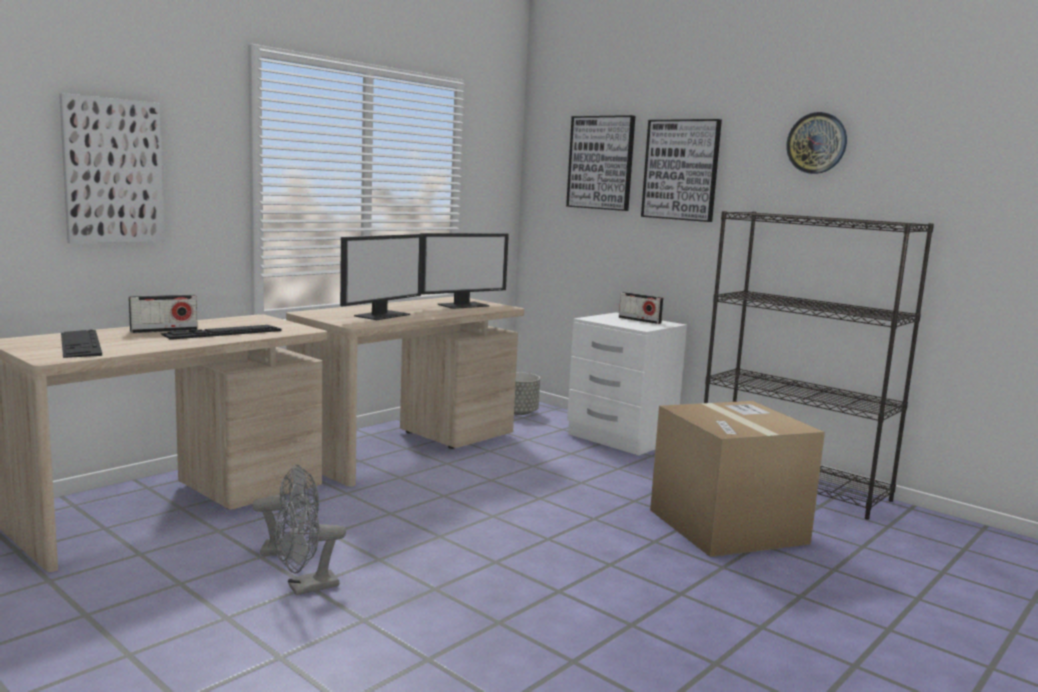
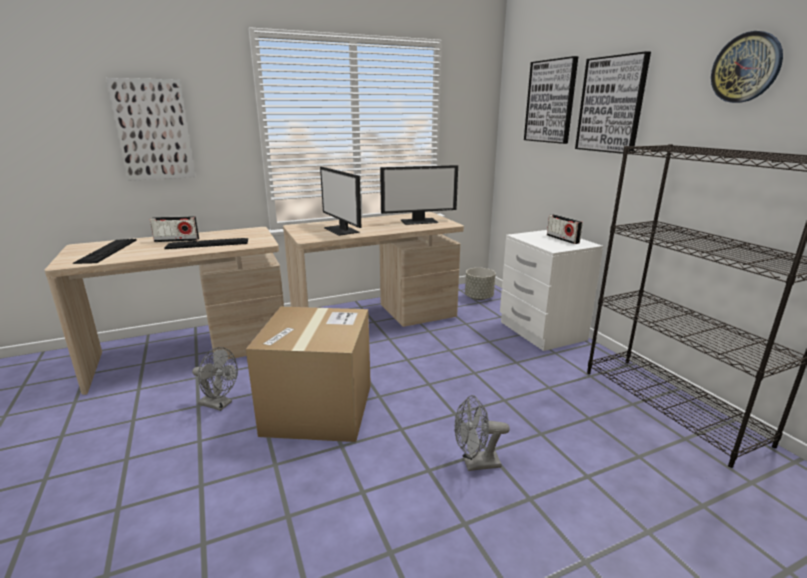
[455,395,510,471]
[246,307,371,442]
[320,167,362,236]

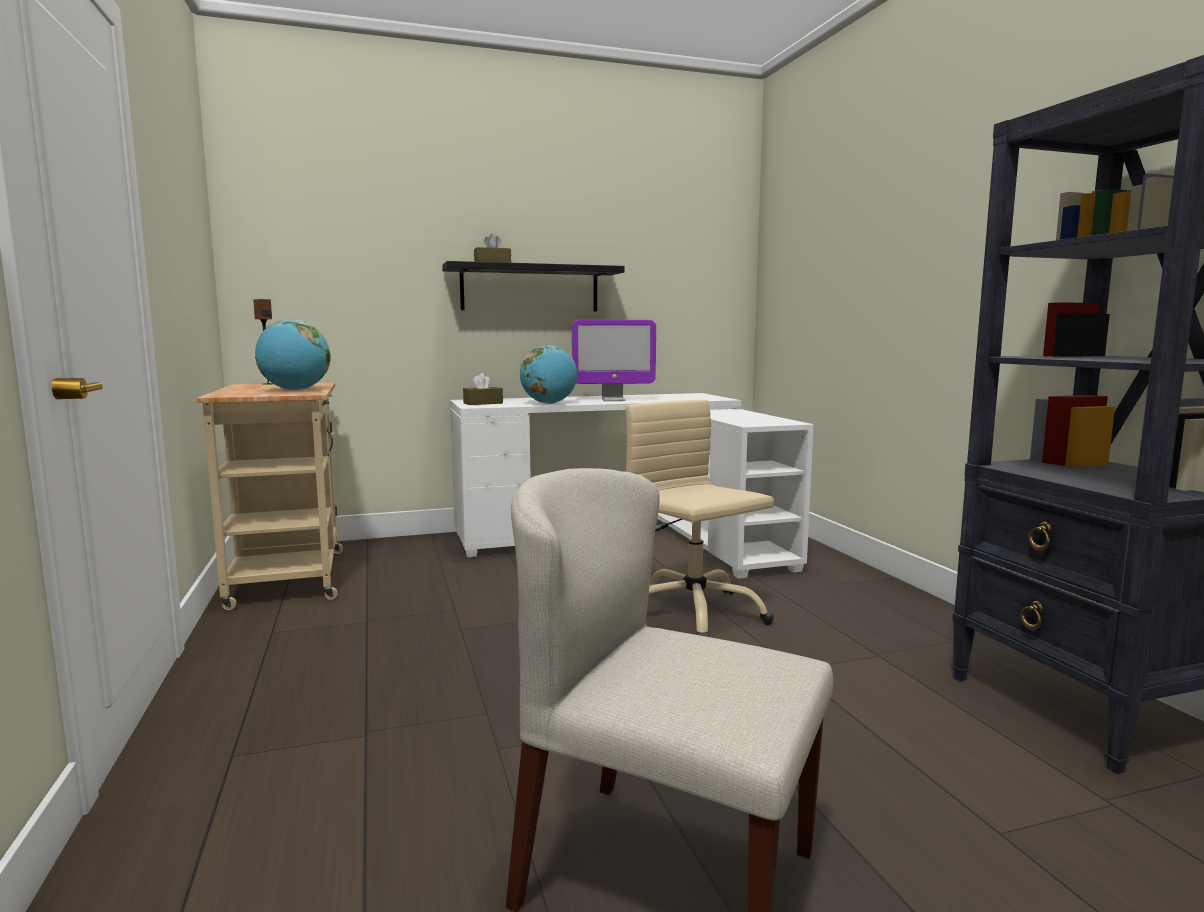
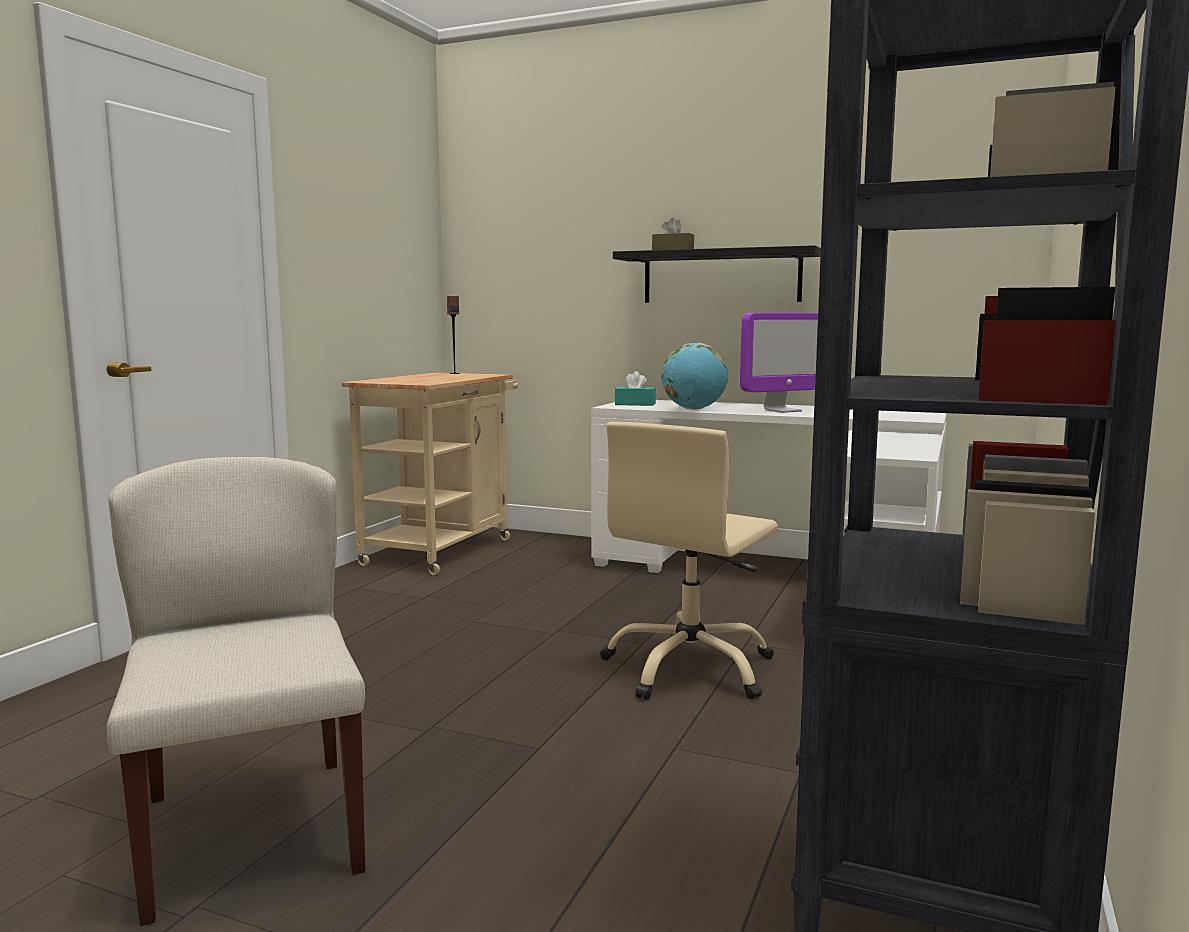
[255,320,331,391] (first image)
[615,371,656,406]
[740,313,818,413]
[600,422,778,700]

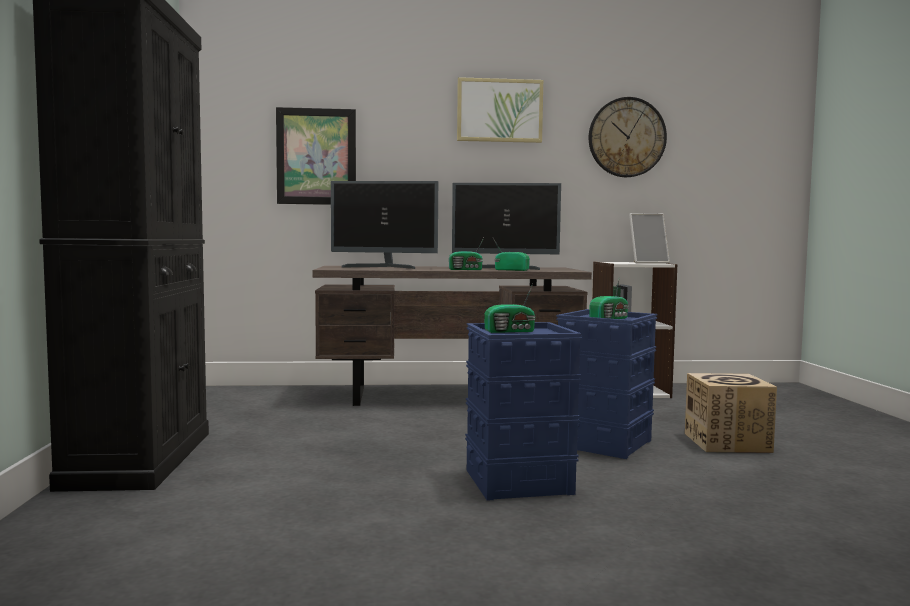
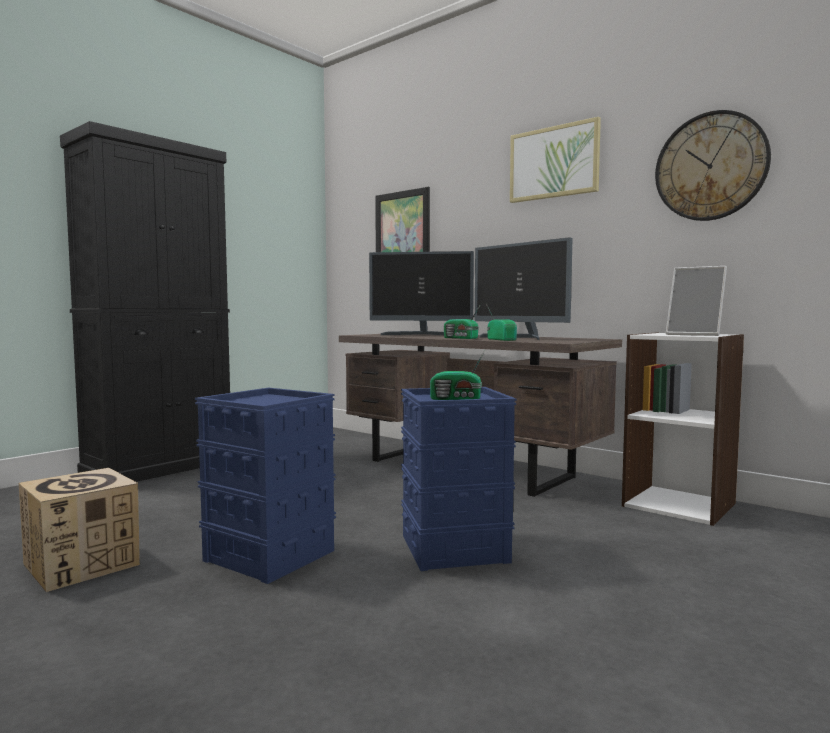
[484,284,536,333] (first image)
[19,468,140,592]
[369,251,474,335]

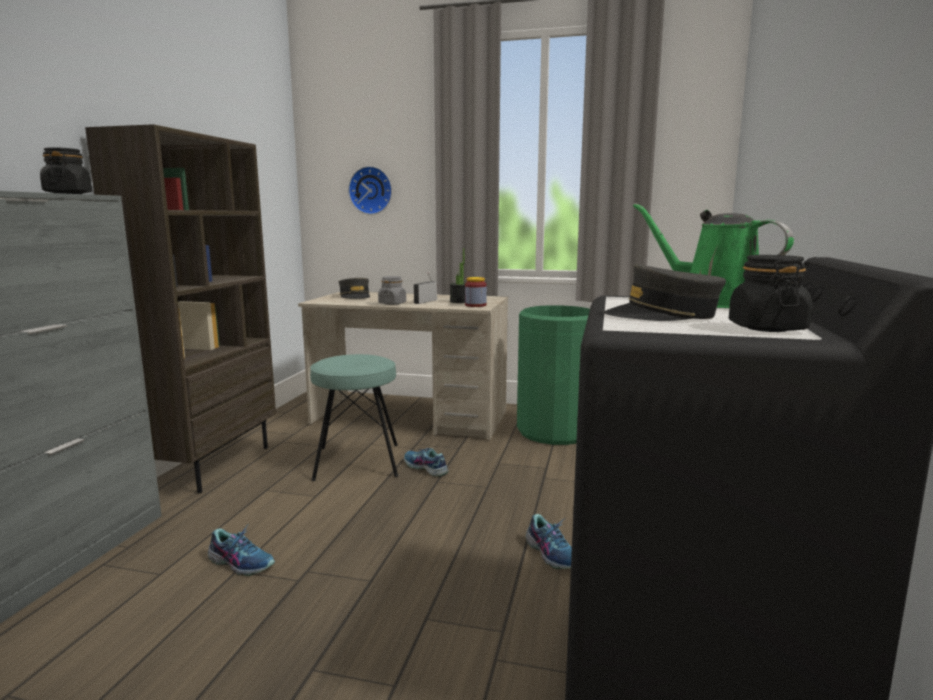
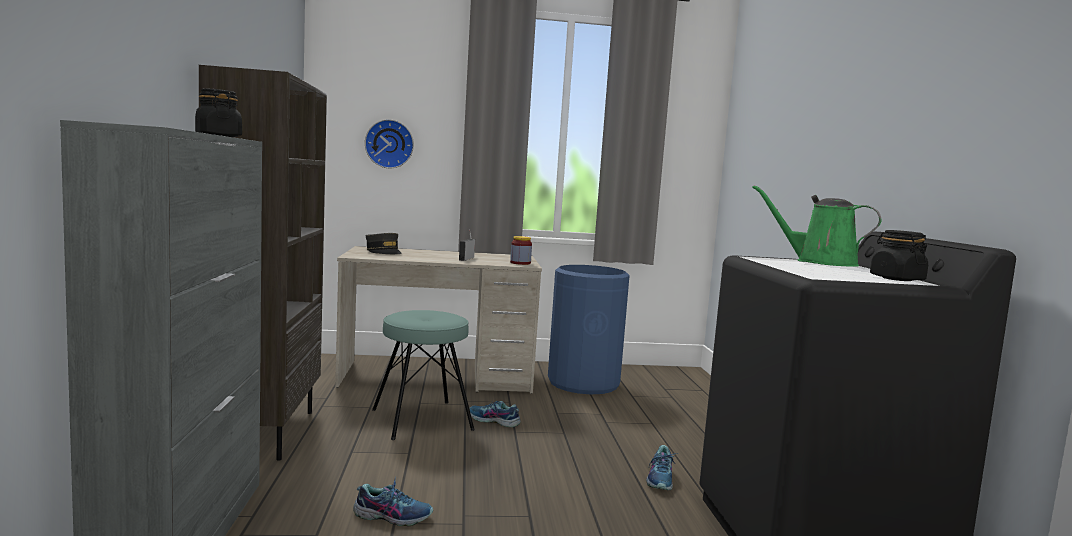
[378,276,406,305] (first image)
[450,248,465,303] (first image)
[603,264,726,321] (first image)
[548,265,630,394]
[646,445,676,490]

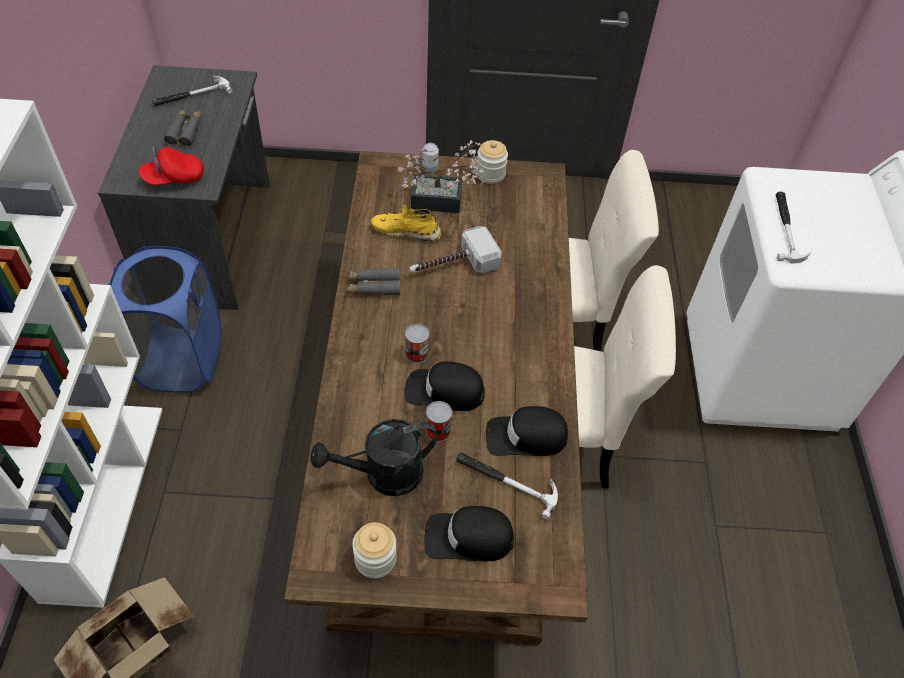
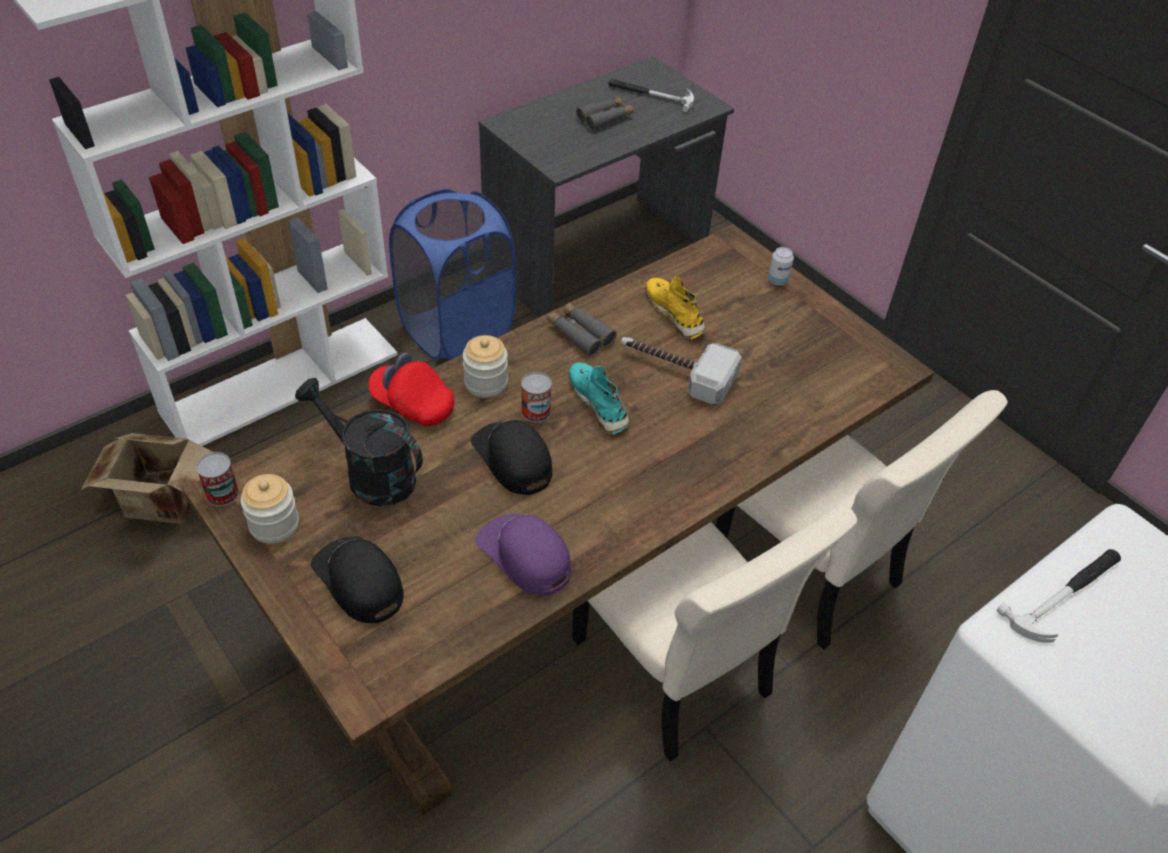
[398,140,485,213] (first image)
[456,452,558,519] (first image)
[569,363,629,435]
[368,352,454,426]
[196,452,239,506]
[463,335,508,398]
[475,514,571,595]

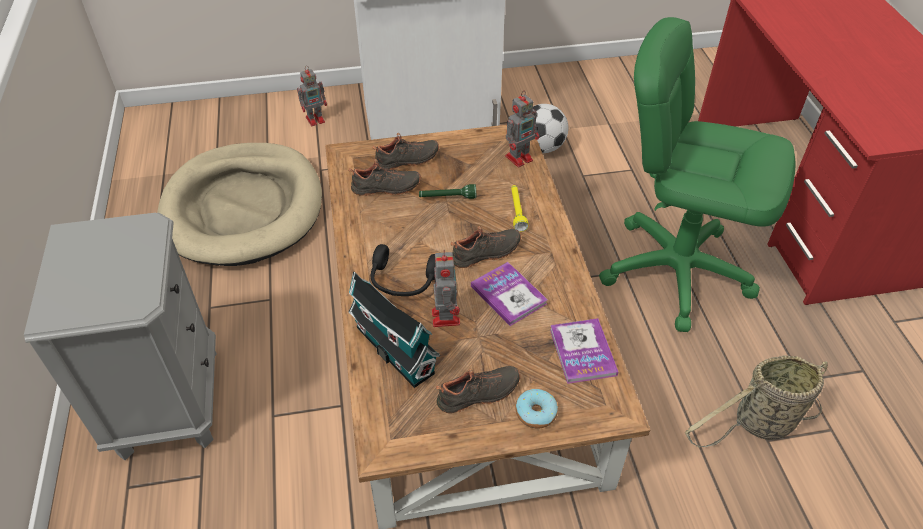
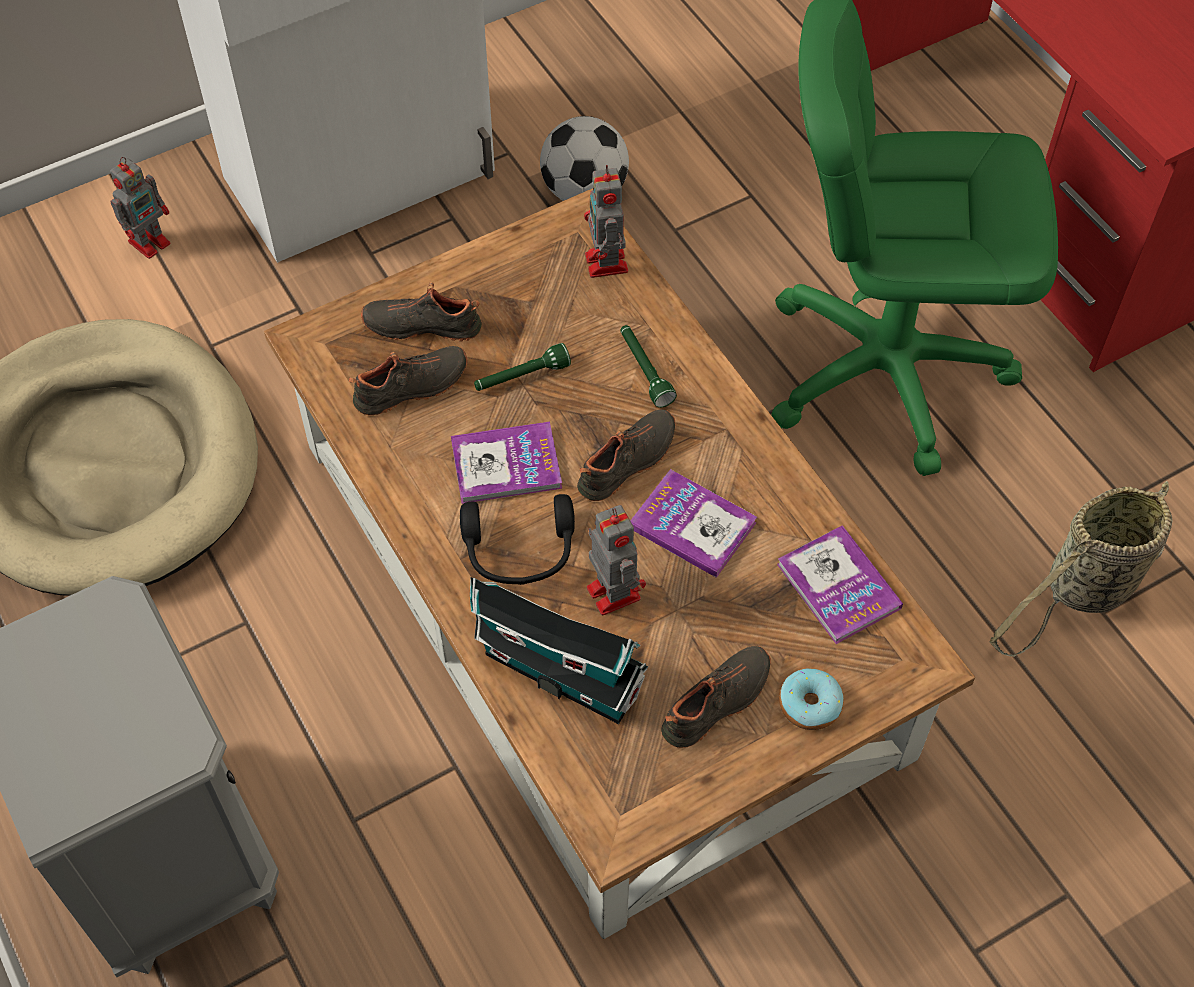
[451,422,562,504]
[620,325,677,408]
[361,282,482,342]
[584,165,628,278]

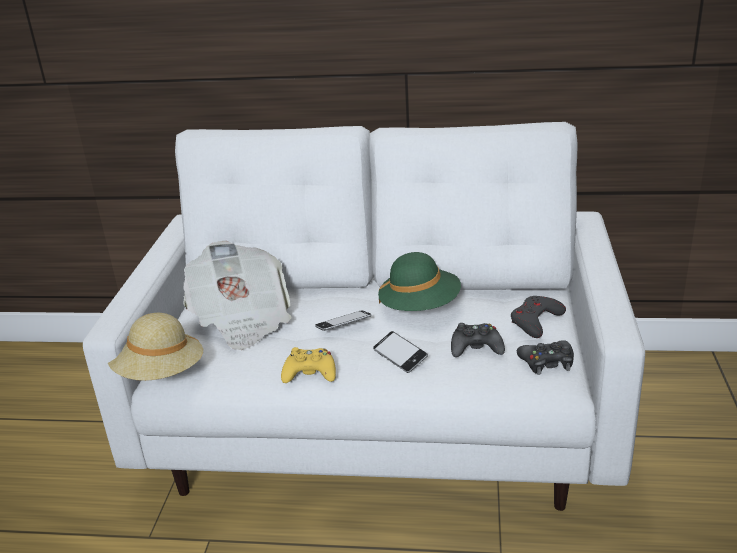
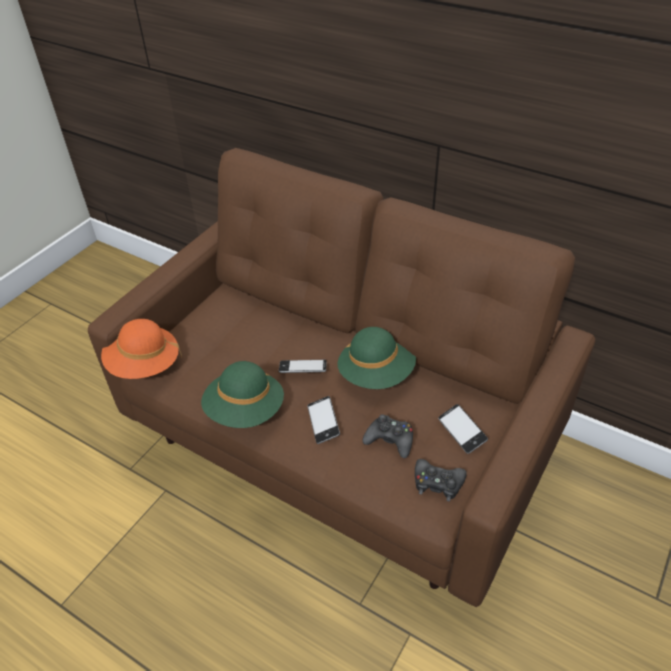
[183,241,291,350] (first image)
[201,361,284,428]
[438,404,488,454]
[88,148,595,607]
[101,319,182,379]

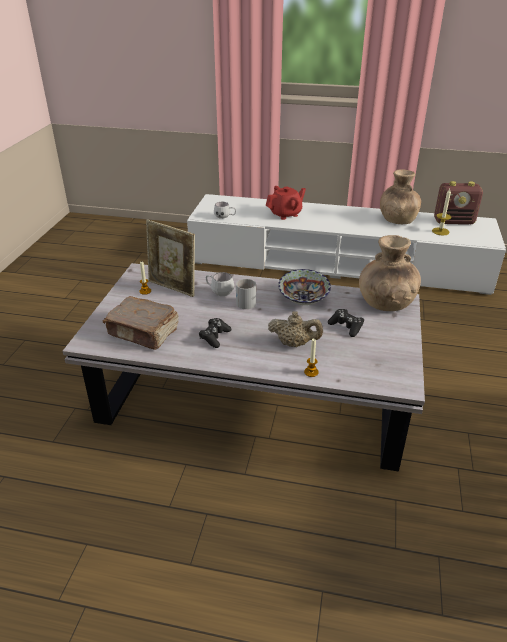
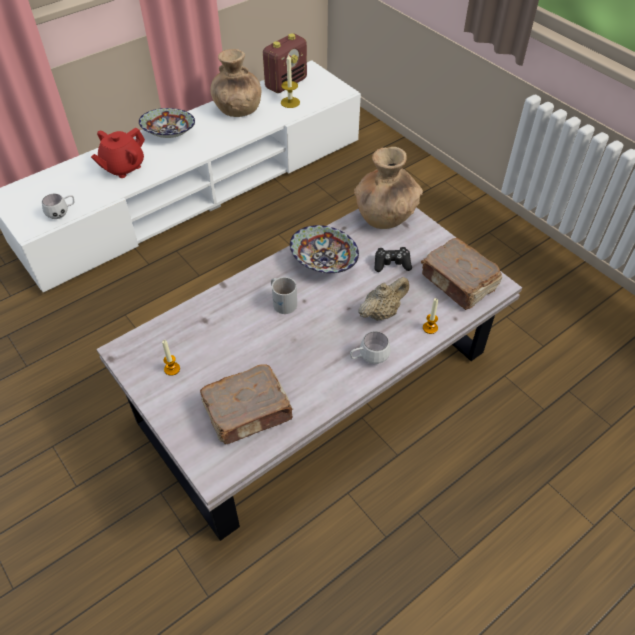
[146,220,195,297] (first image)
[199,318,231,348] (first image)
[139,108,195,138]
[421,238,502,310]
[350,331,391,364]
[91,127,145,178]

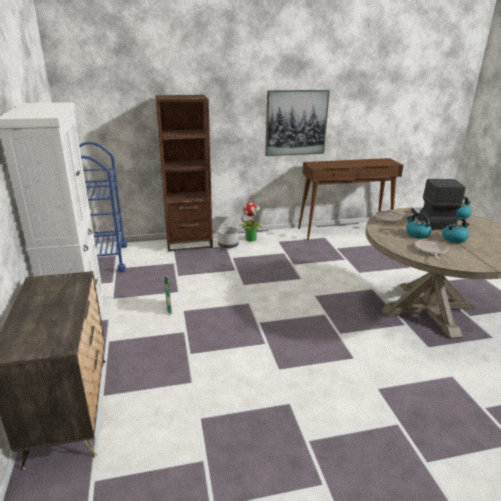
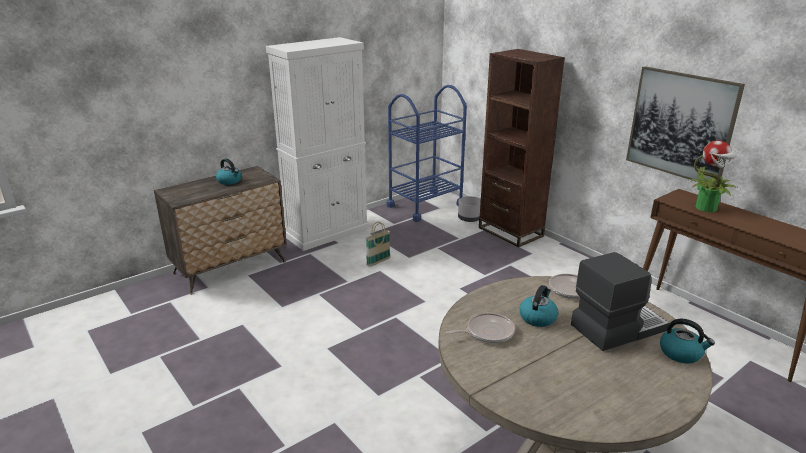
[458,196,481,222]
[688,140,737,212]
[216,158,242,185]

